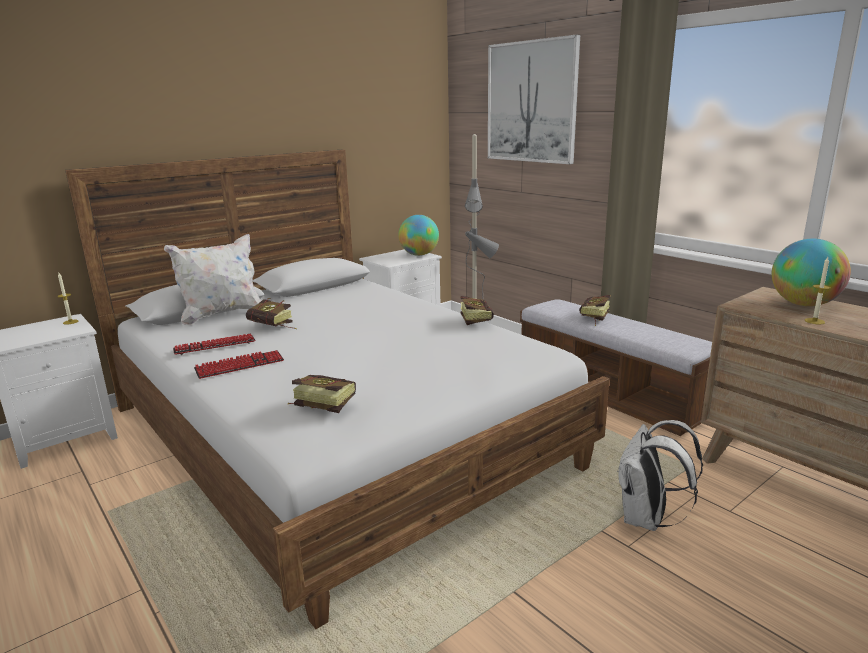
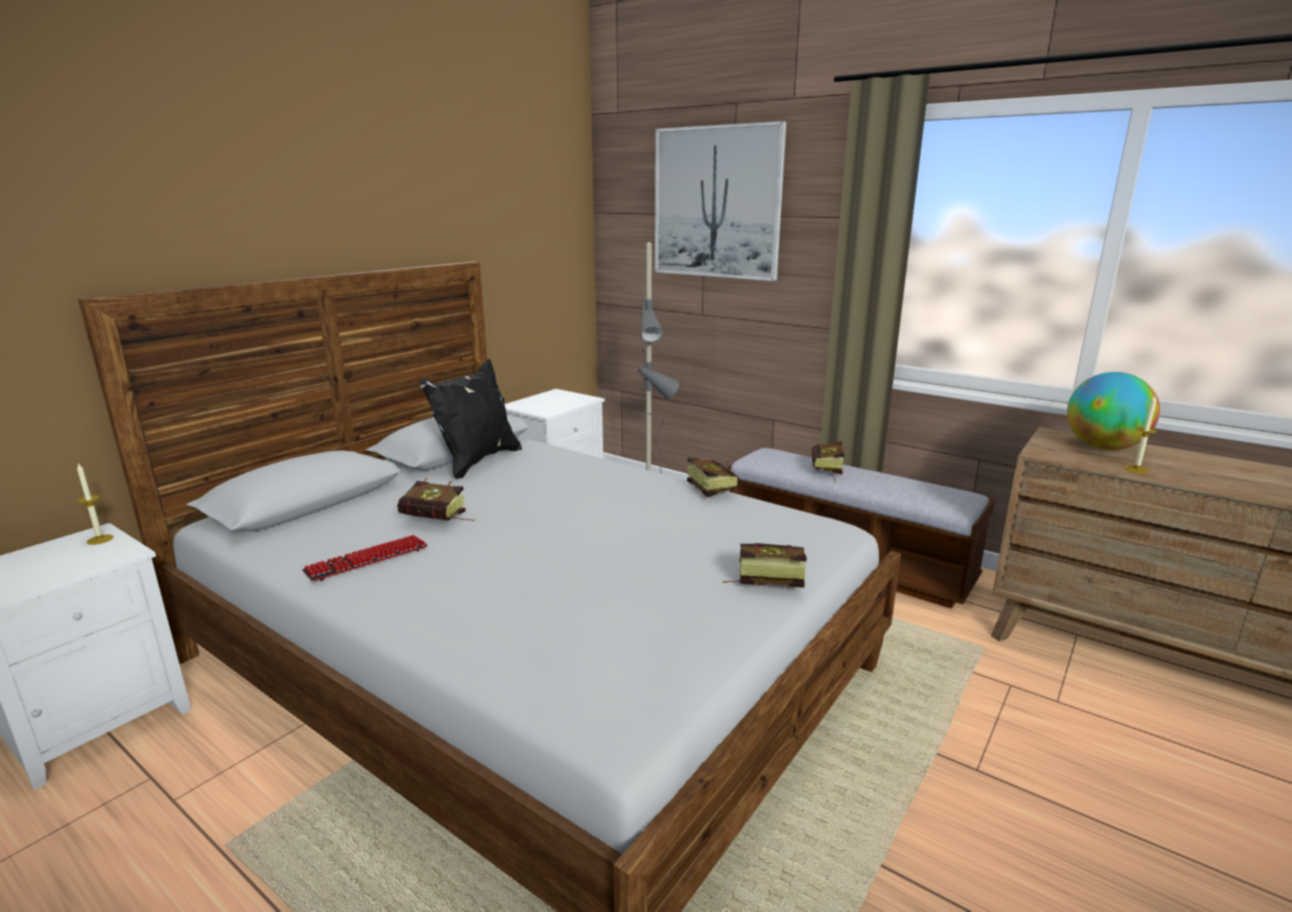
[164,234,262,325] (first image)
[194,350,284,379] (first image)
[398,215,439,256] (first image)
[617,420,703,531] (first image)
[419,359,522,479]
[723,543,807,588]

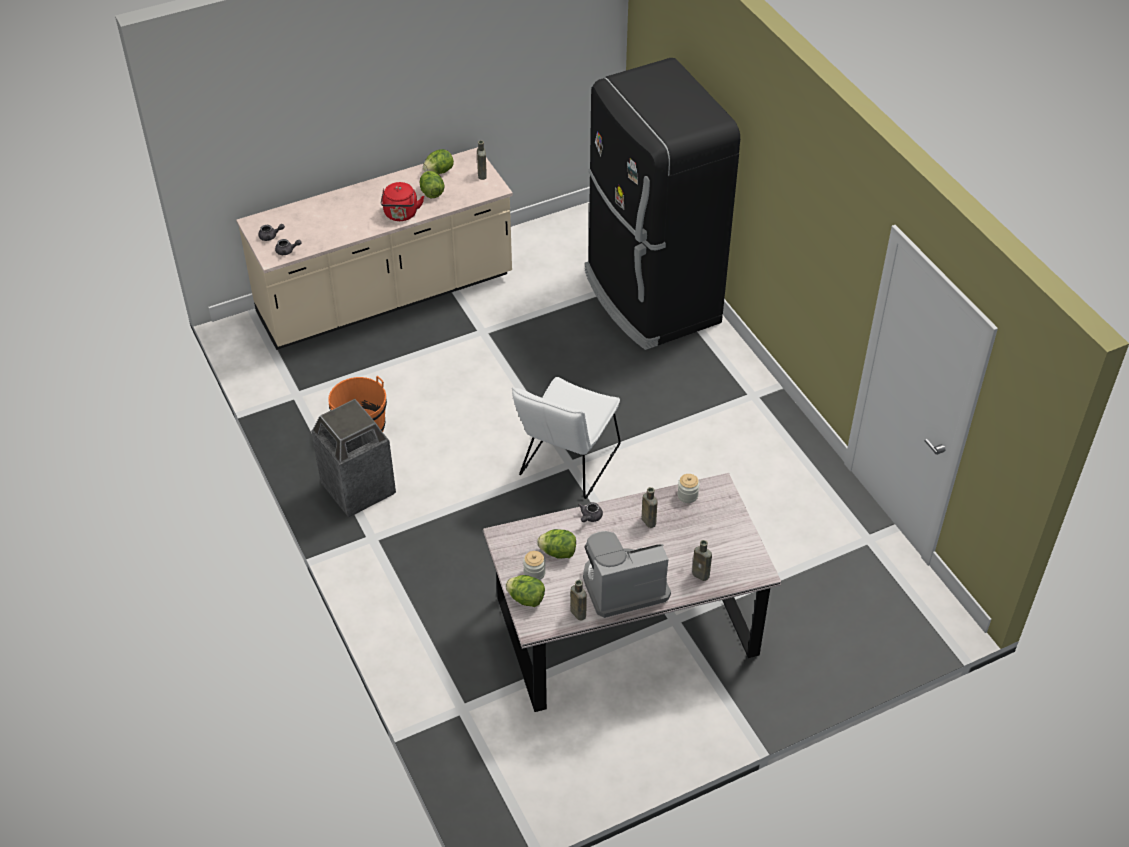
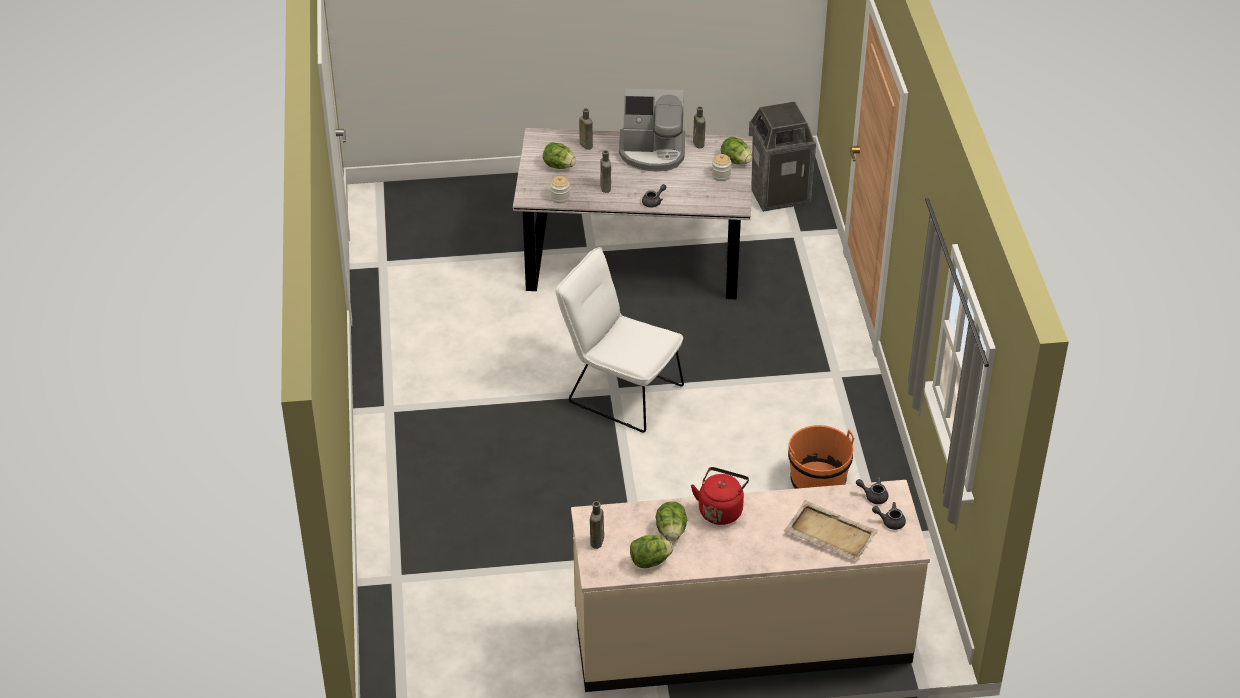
[585,58,740,350] (first image)
[784,500,878,561]
[749,101,816,212]
[543,142,576,169]
[555,247,684,433]

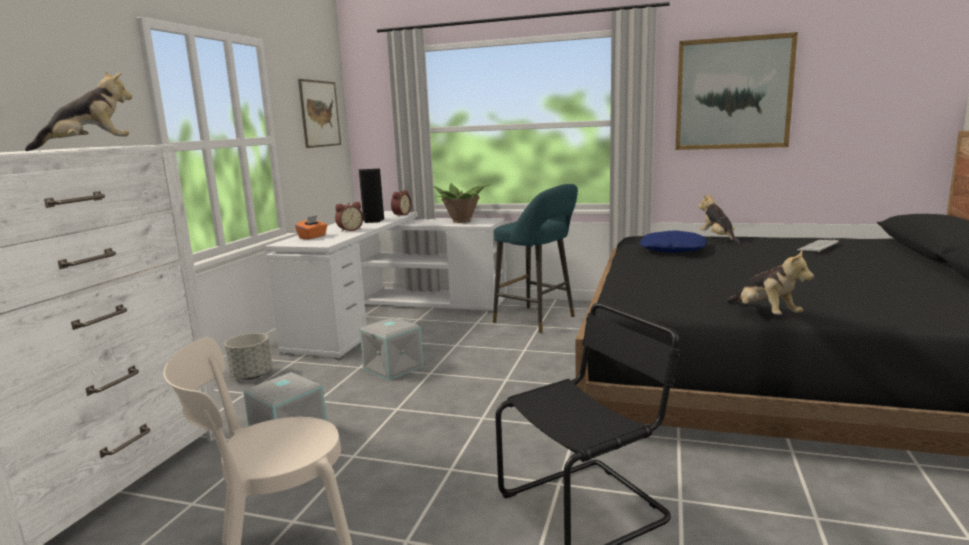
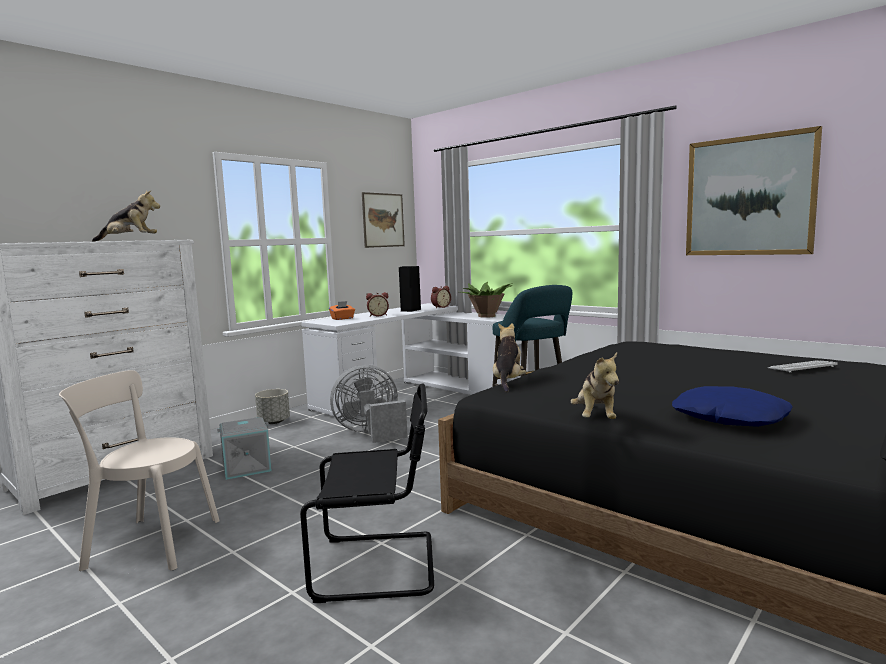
[672,386,793,427]
[493,323,526,392]
[330,365,408,443]

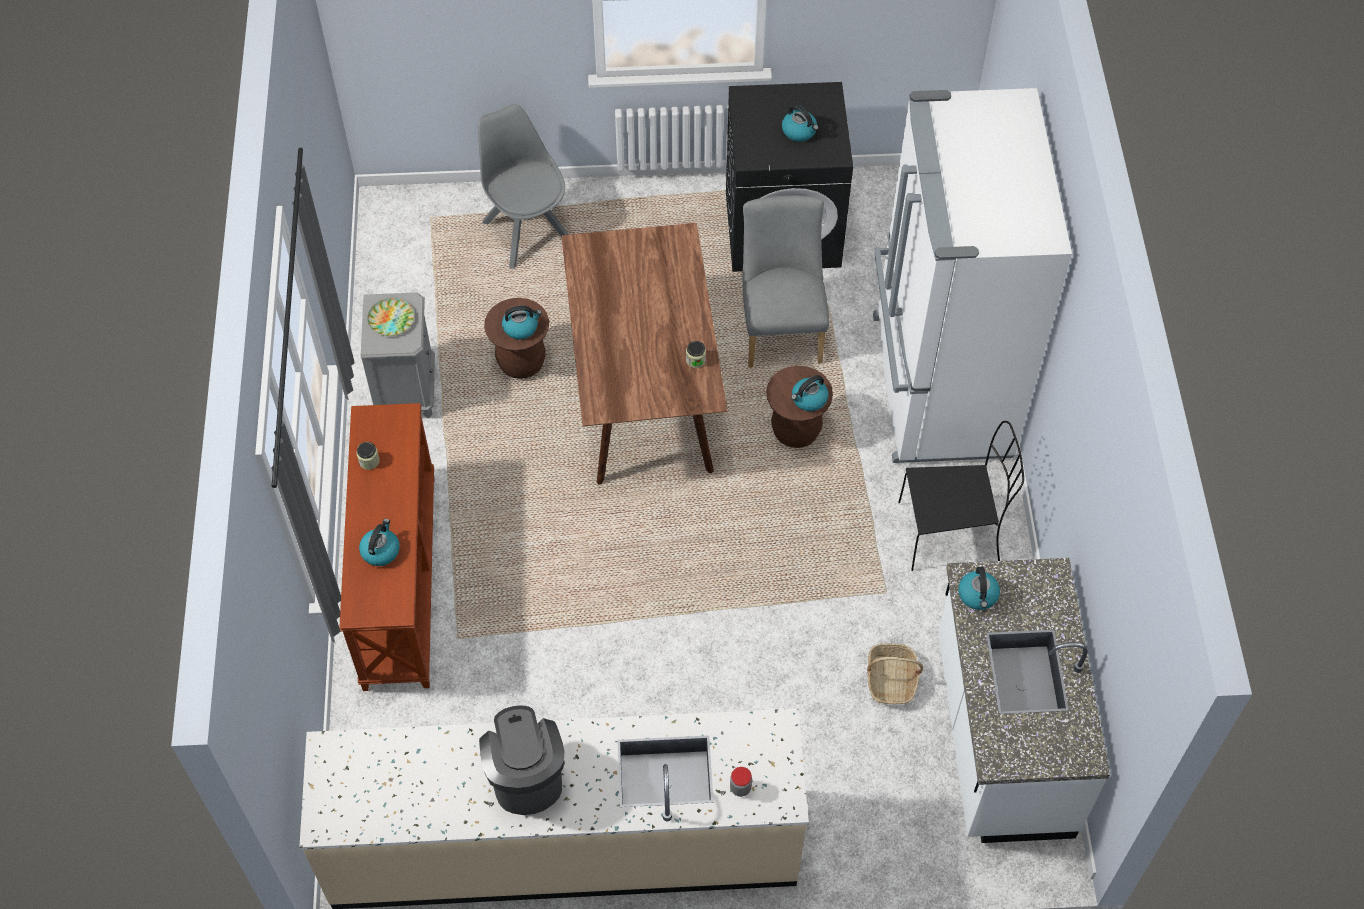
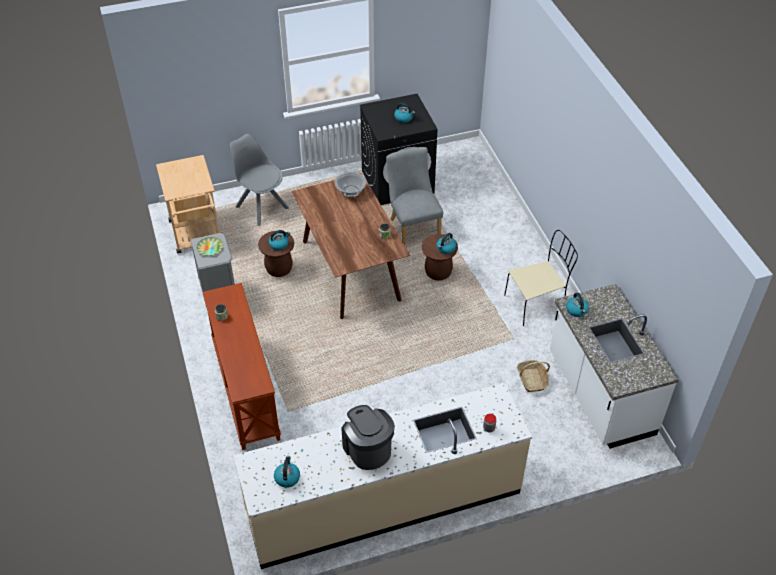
[873,88,1072,463] (first image)
[156,155,219,254]
[335,171,367,197]
[274,456,300,488]
[504,230,578,326]

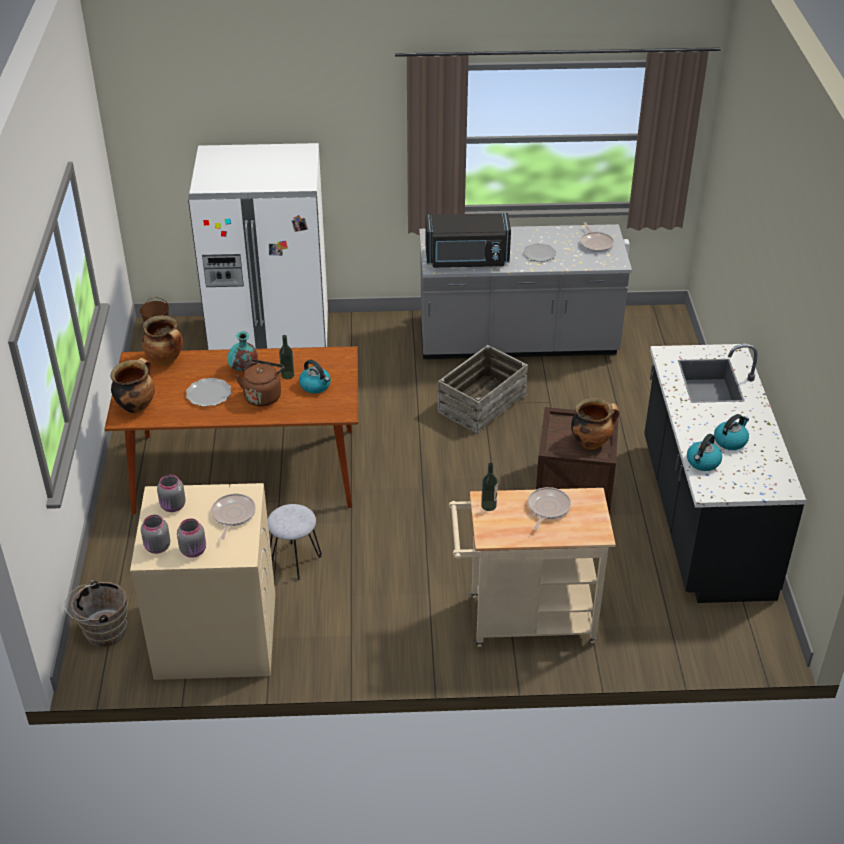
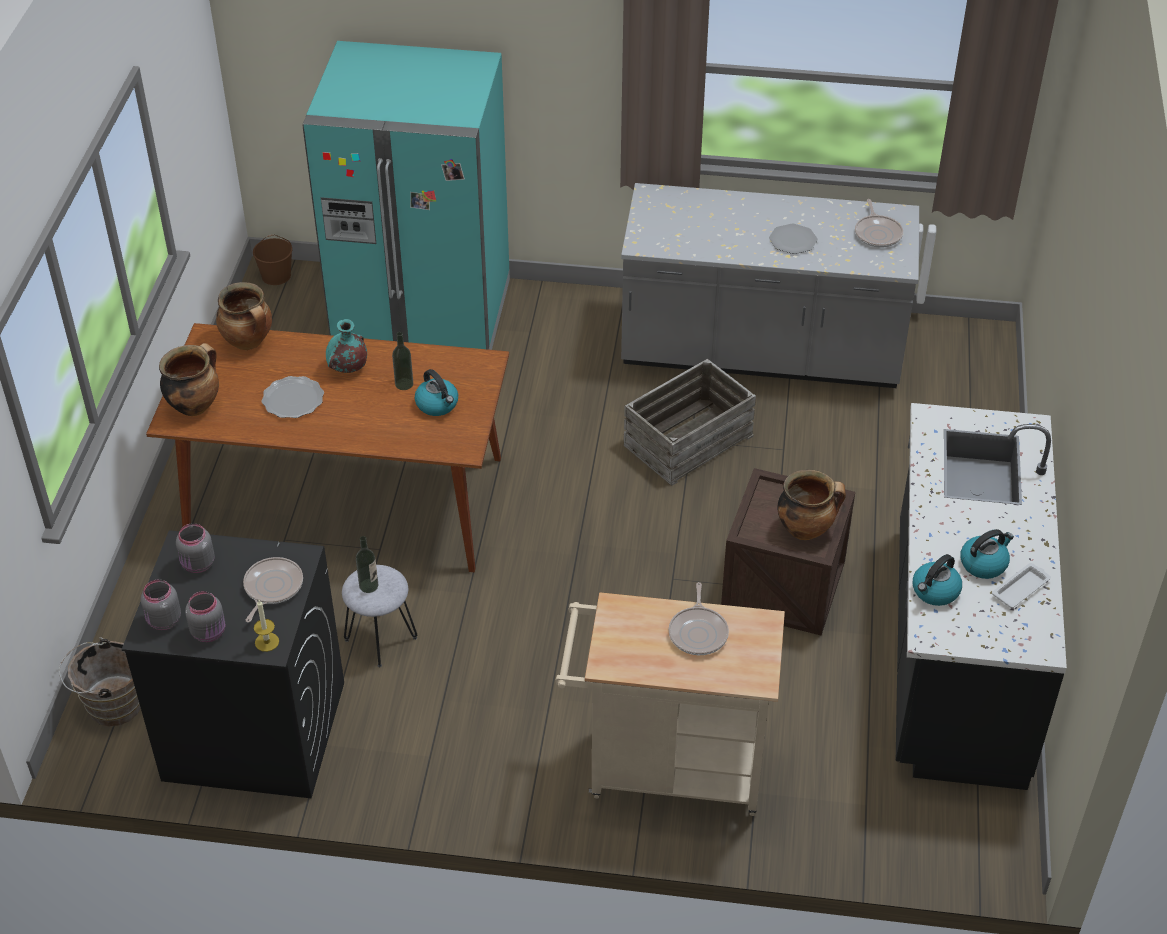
[235,360,284,407] (first image)
[426,213,511,268] (first image)
[254,600,279,652]
[992,563,1051,608]
[356,536,378,593]
[122,530,344,798]
[302,41,510,350]
[669,582,729,655]

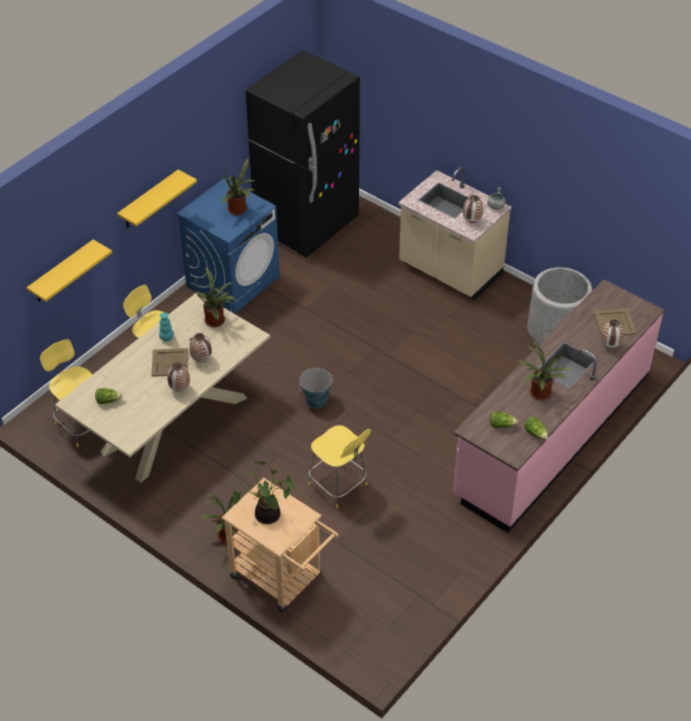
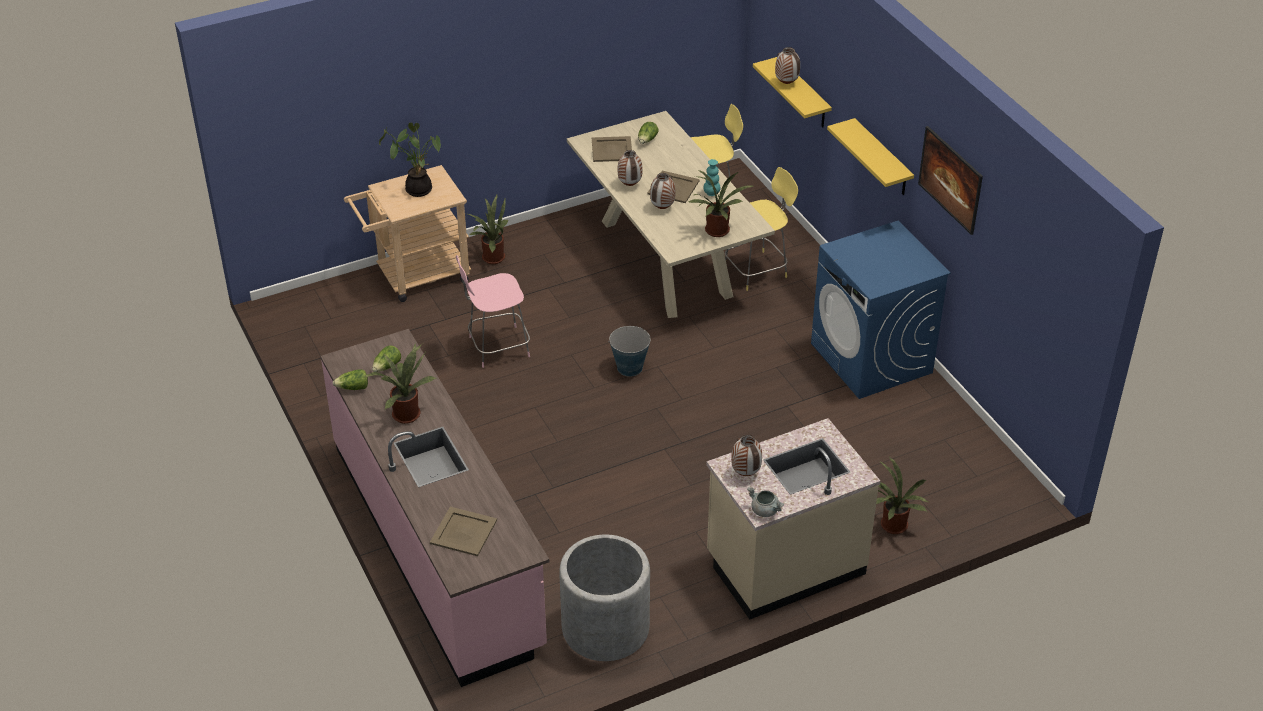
[246,50,360,258] (first image)
[592,136,632,162]
[918,126,983,235]
[876,456,928,534]
[775,47,800,84]
[456,255,530,368]

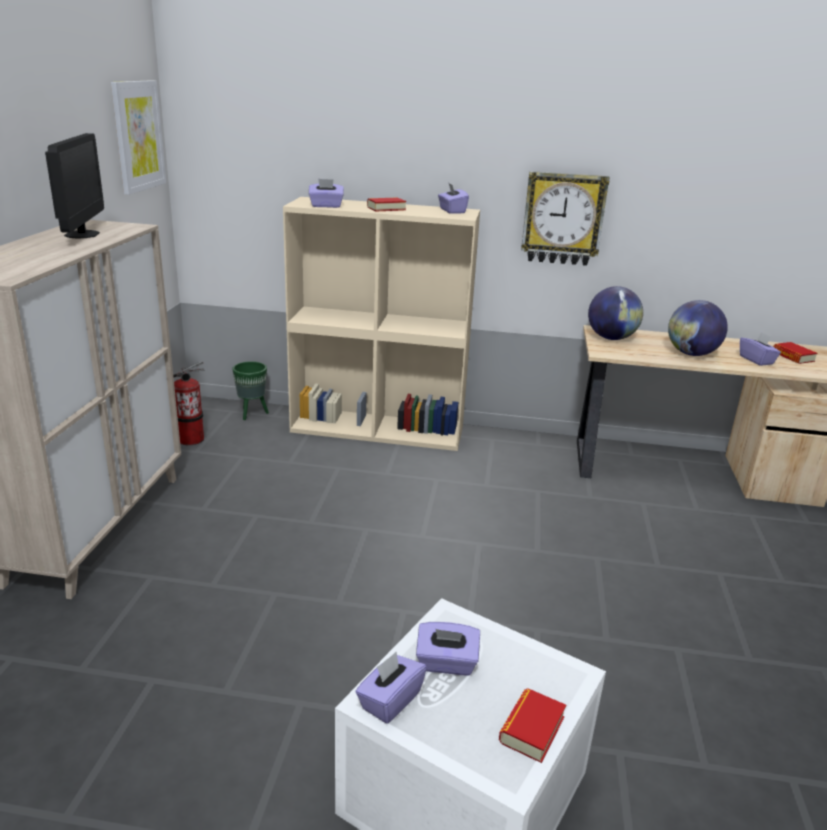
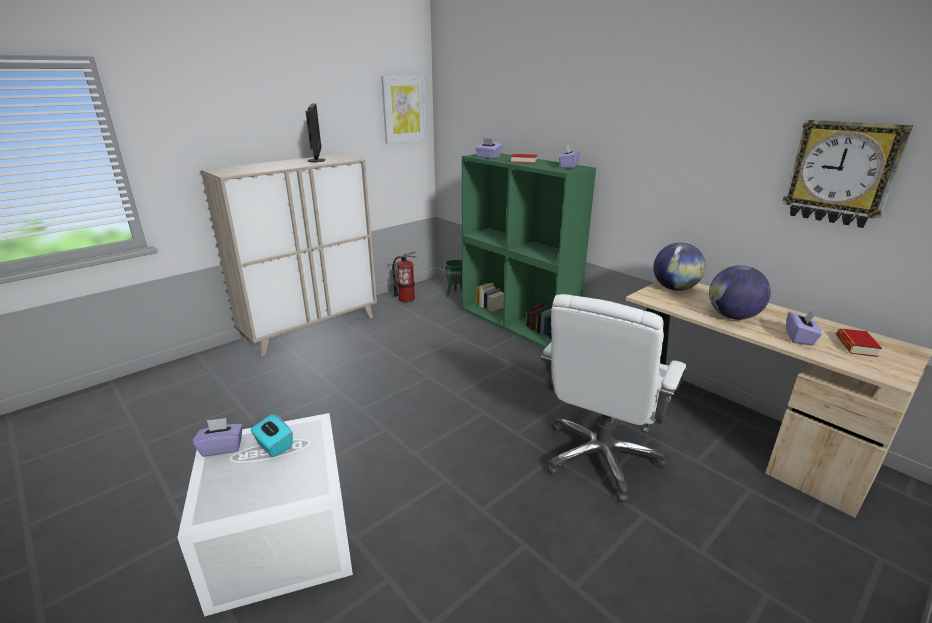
[499,688,566,763] (first image)
[540,294,686,502]
[783,119,913,228]
[462,154,596,349]
[250,414,293,457]
[306,103,325,162]

